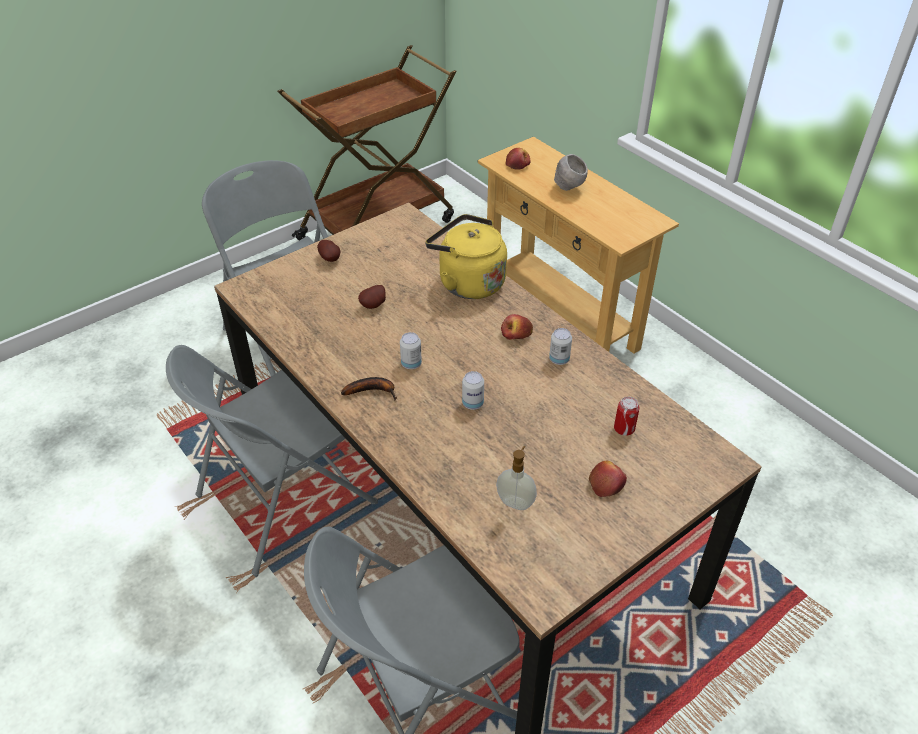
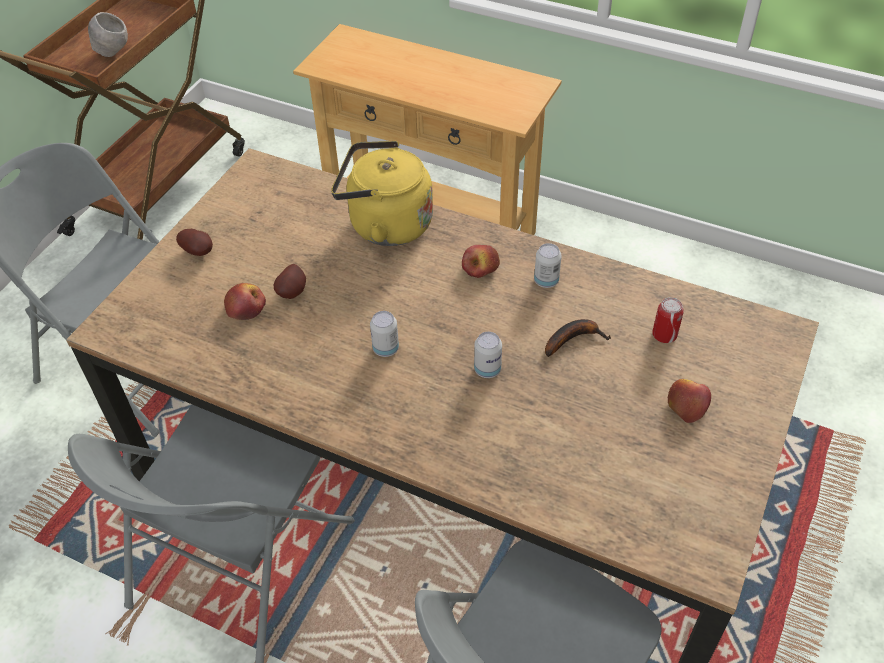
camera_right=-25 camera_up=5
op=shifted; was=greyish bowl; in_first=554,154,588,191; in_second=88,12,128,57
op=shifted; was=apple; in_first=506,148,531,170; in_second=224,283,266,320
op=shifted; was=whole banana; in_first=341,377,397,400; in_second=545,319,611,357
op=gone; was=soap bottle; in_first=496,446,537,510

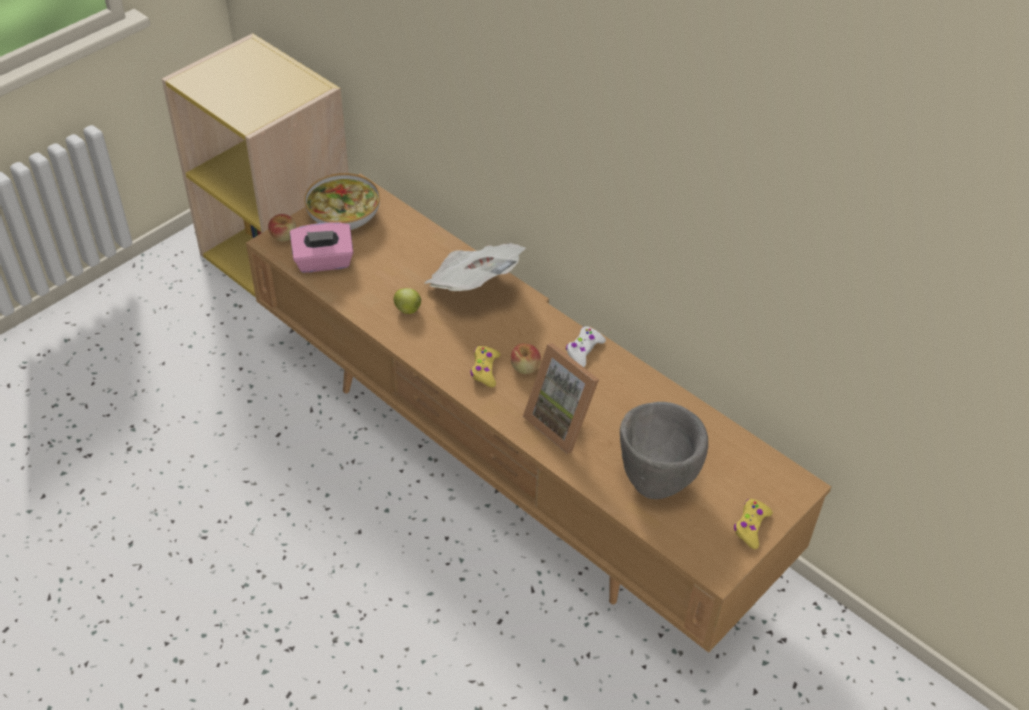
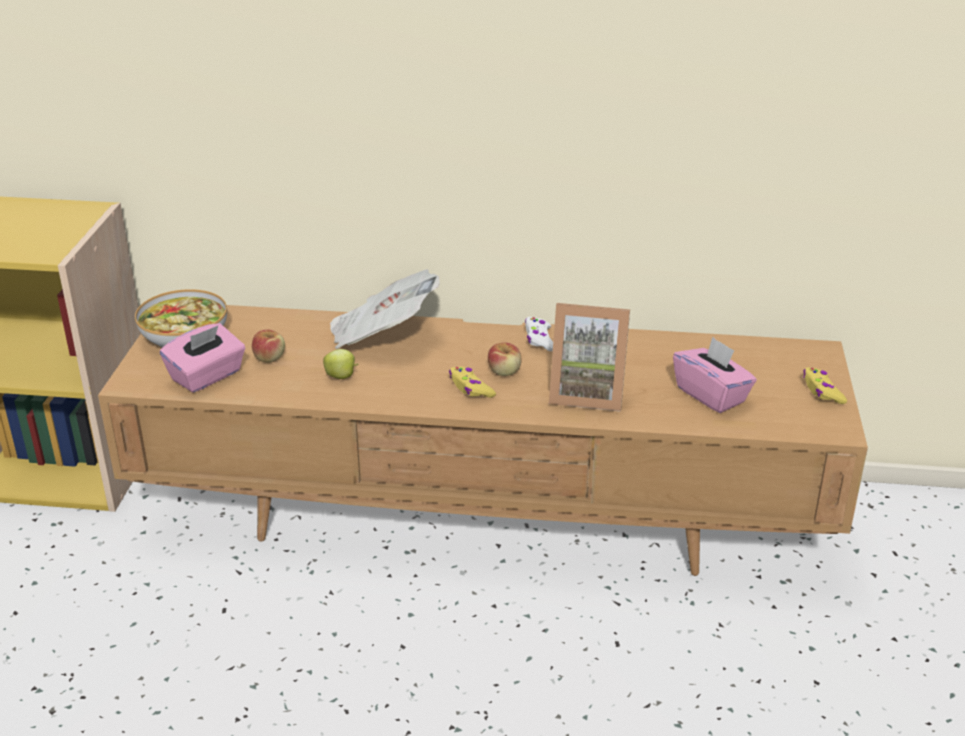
camera_right=-35 camera_up=-15
op=shifted; was=apple; in_first=268,214,296,242; in_second=252,329,285,362
op=swapped; was=greyish bowl; now=pink box of tissues; in_first=620,402,708,499; in_second=673,337,757,413

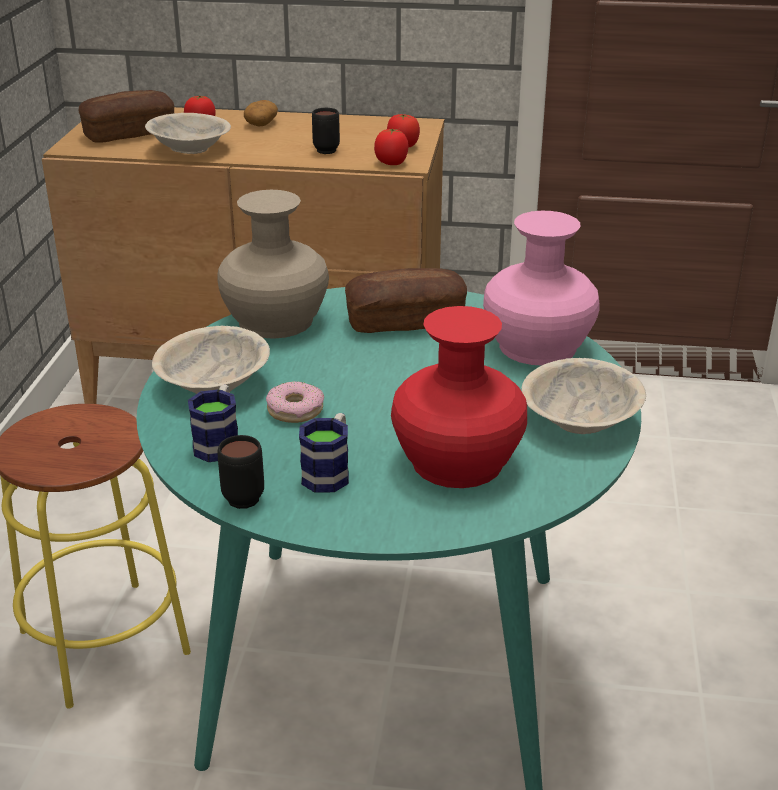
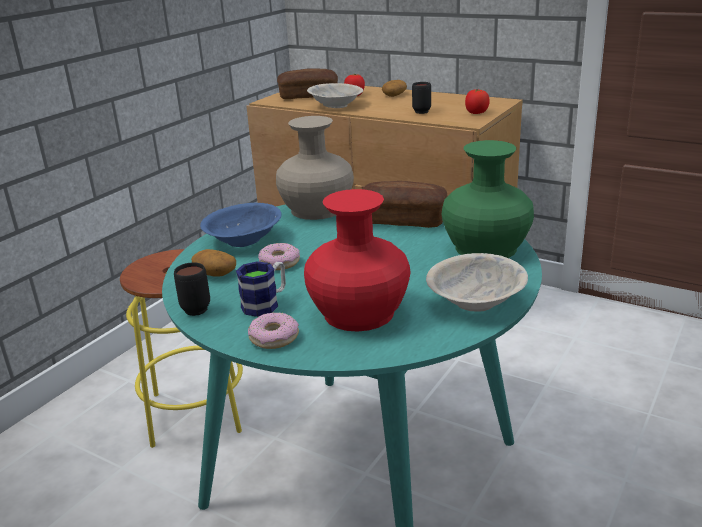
camera_right=25 camera_up=-5
op=swapped; was=coffee mug; now=spud; in_first=188,385,238,462; in_second=191,249,236,277
op=repainted; was=beige bowl; now=bluish bowl; in_first=152,326,270,394; in_second=200,203,282,247
op=new; now=doughnut; in_second=248,312,299,349
op=repainted; was=pink vase; now=greenish vase; in_first=483,211,599,365; in_second=441,140,534,258
op=gone; was=tomato; in_first=374,129,409,165

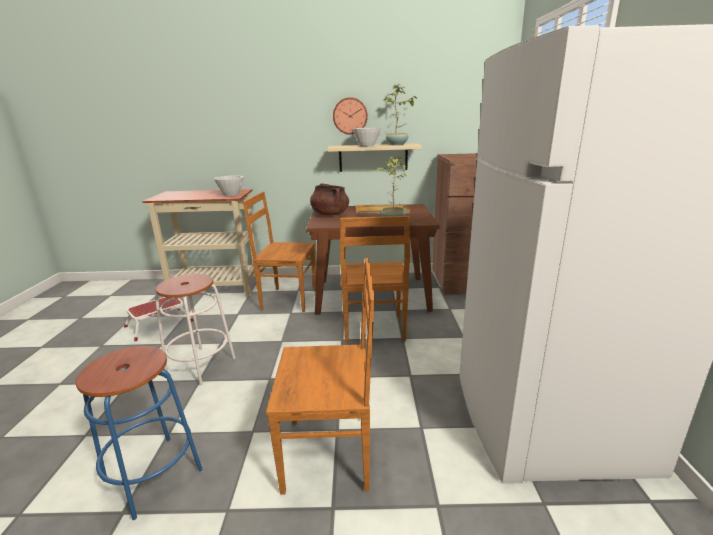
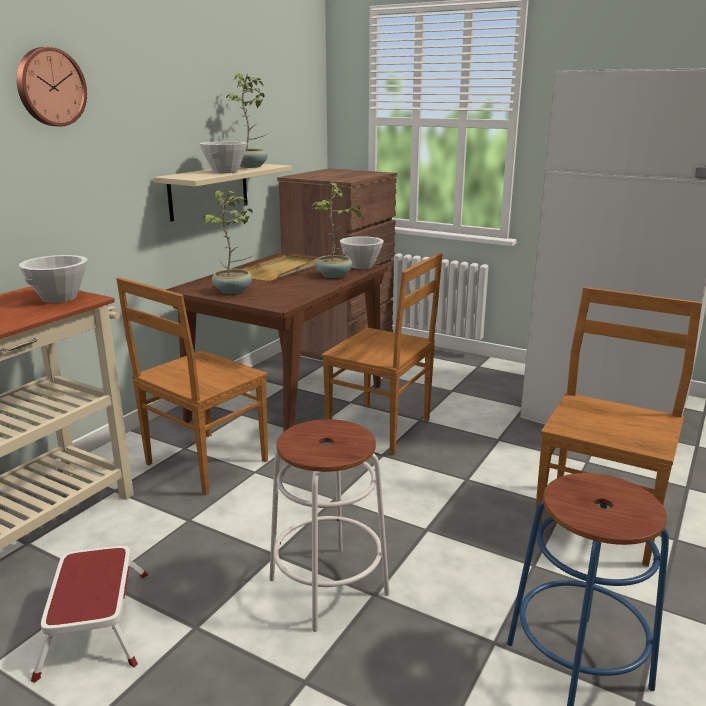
camera_right=-60 camera_up=0
op=shifted; was=wall clock; in_first=333,97,368,135; in_second=16,47,87,126
op=swapped; was=brownish saucepot; now=plant in a pot; in_first=310,183,349,216; in_second=202,191,253,294
op=new; now=white bowl; in_second=340,236,384,269

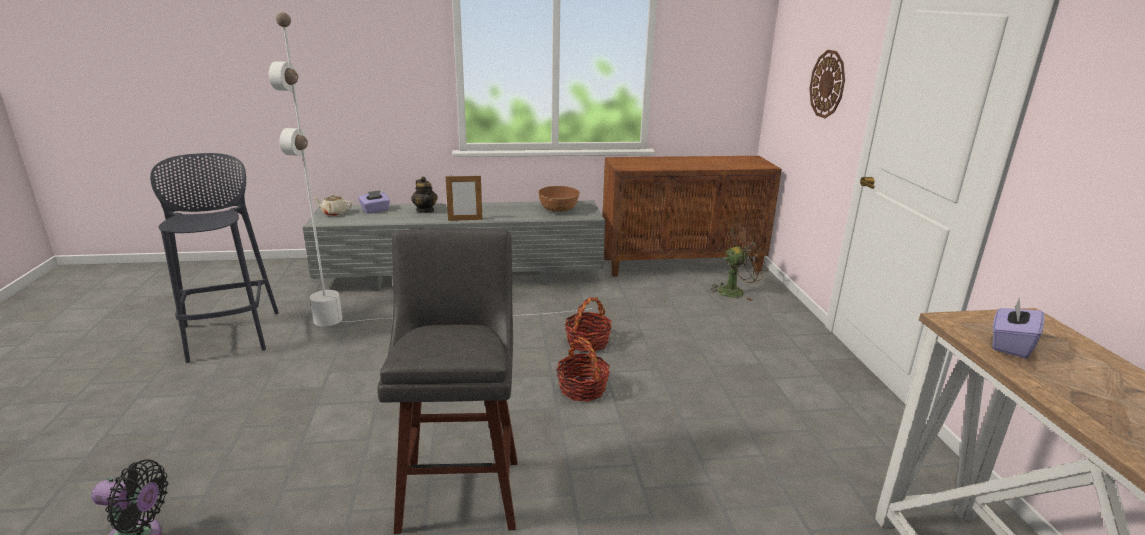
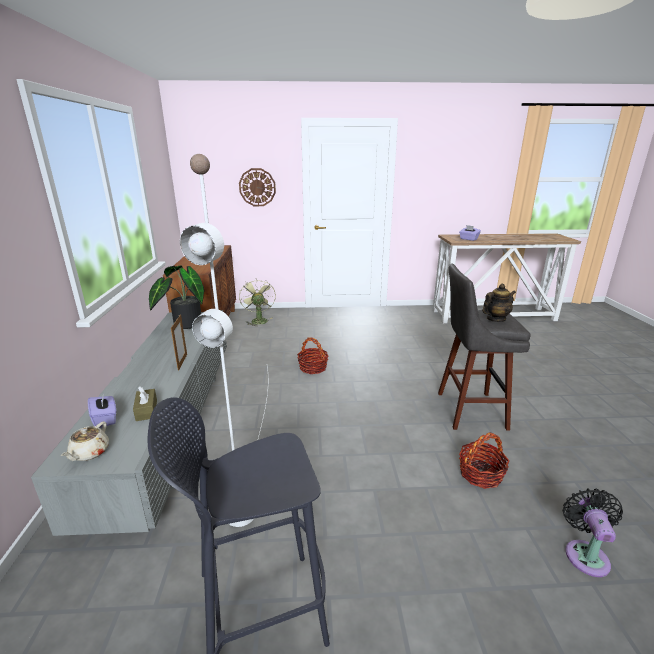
camera_right=-85 camera_up=0
op=new; now=brownish box of tissues; in_second=133,387,157,421
op=swapped; was=brownish bowl; now=plant in a pot; in_first=538,186,580,212; in_second=149,266,204,329
op=repainted; was=brownish cooling fan; now=greenish cooling fan; in_first=710,225,769,301; in_second=239,279,276,327
op=shifted; was=basket; in_first=556,337,610,401; in_second=459,433,509,489
op=shifted; was=teapot; in_first=411,177,438,213; in_second=482,284,516,322

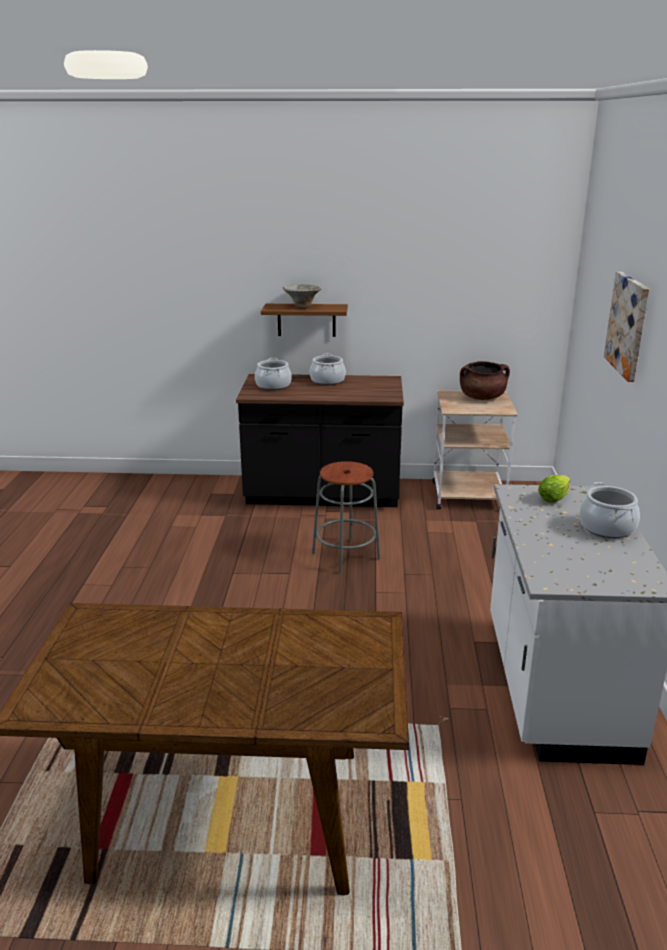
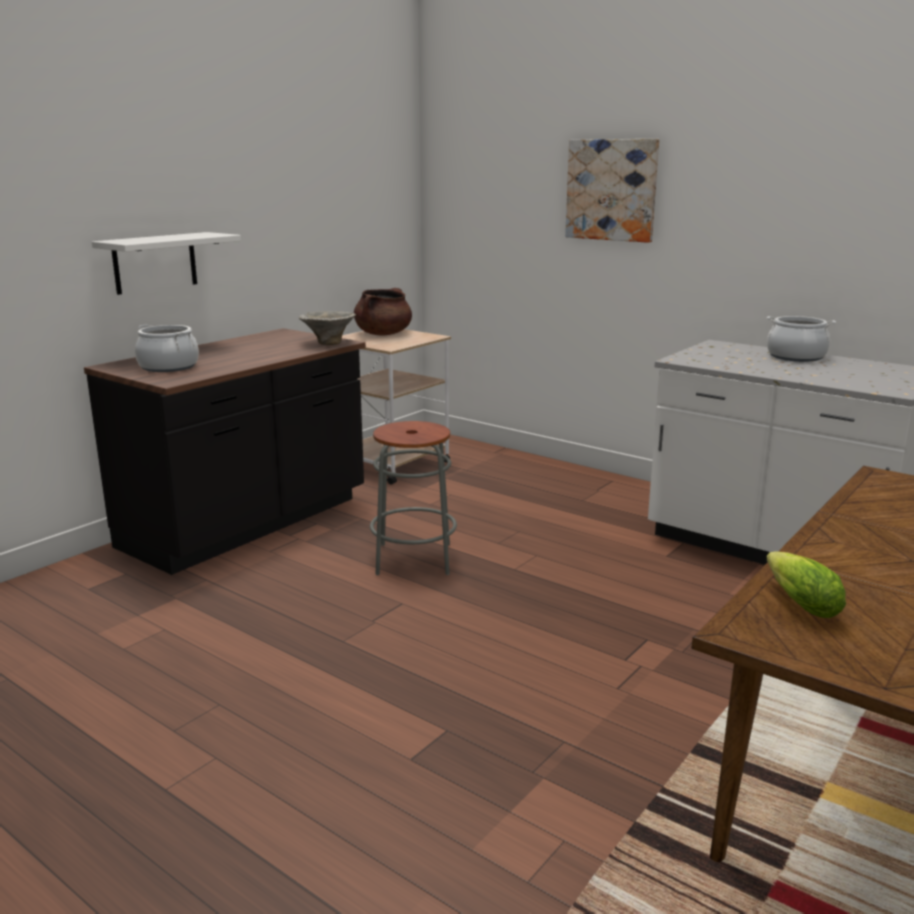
camera_right=-55 camera_up=-5
op=repainted; was=brownish wall shelf; now=white wall shelf; in_first=261,304,348,337; in_second=92,232,241,295
op=shifted; was=bowl; in_first=283,284,321,309; in_second=299,311,356,345
op=shifted; was=lettuce; in_first=538,475,570,503; in_second=767,551,846,618
op=gone; was=saucepot; in_first=310,353,346,385

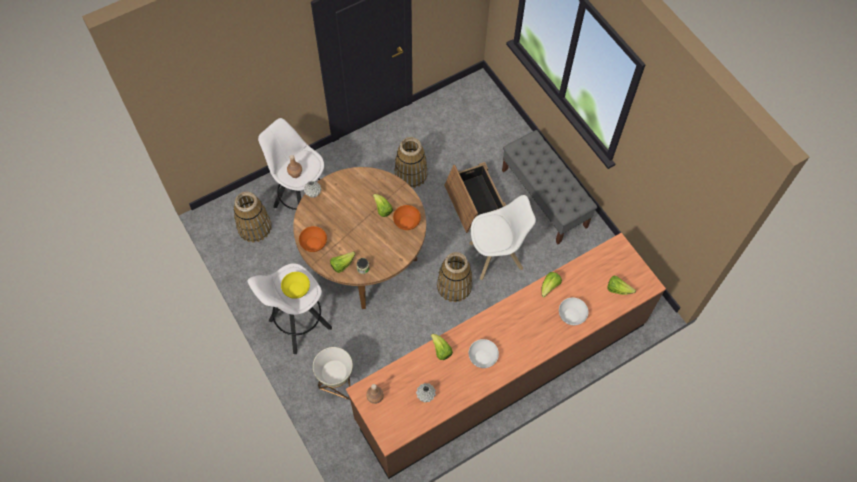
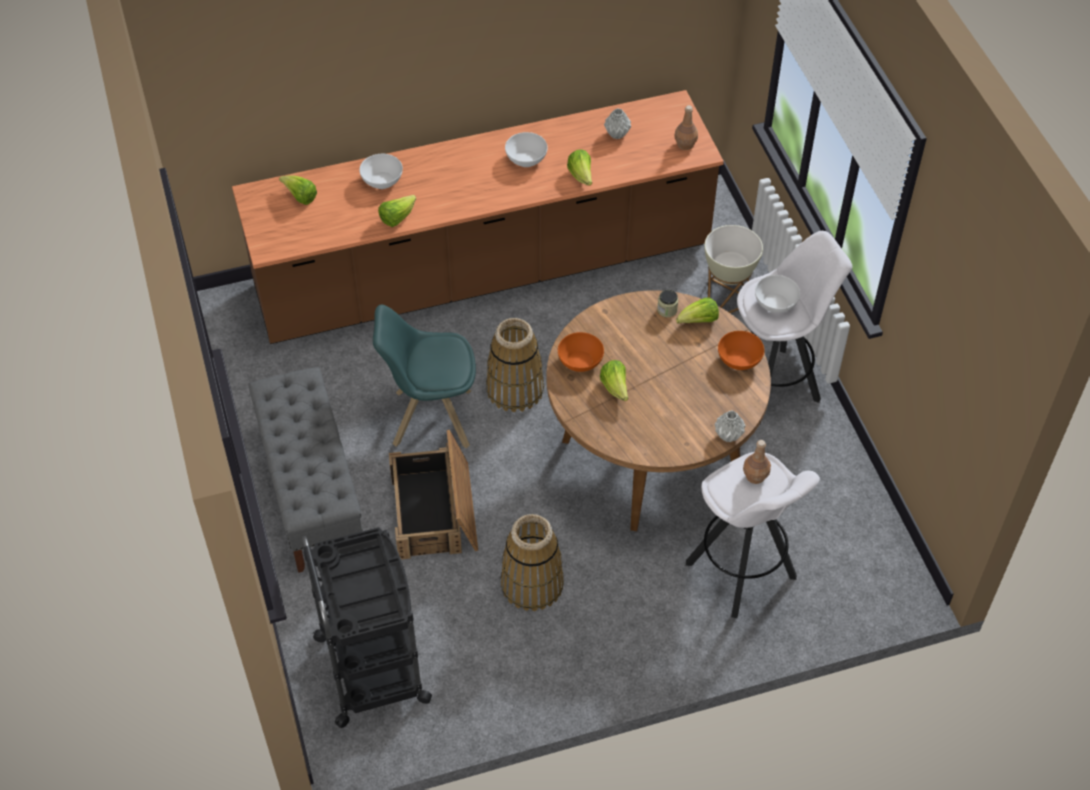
camera_right=-165 camera_up=-10
op=new; now=black cart; in_second=302,527,432,728
op=repainted; was=white upright chair; now=turquoise upright chair; in_first=469,195,536,280; in_second=373,304,476,448
op=repainted; was=yellow-coloured bowl; now=white bowl; in_first=281,272,310,299; in_second=755,275,800,313
op=gone; was=basket; in_first=234,191,271,243

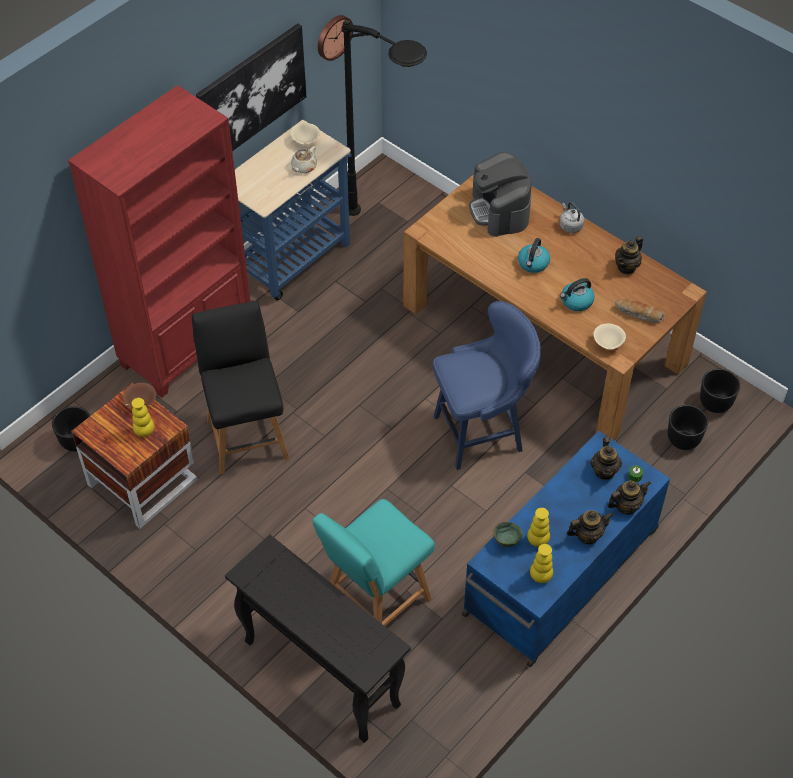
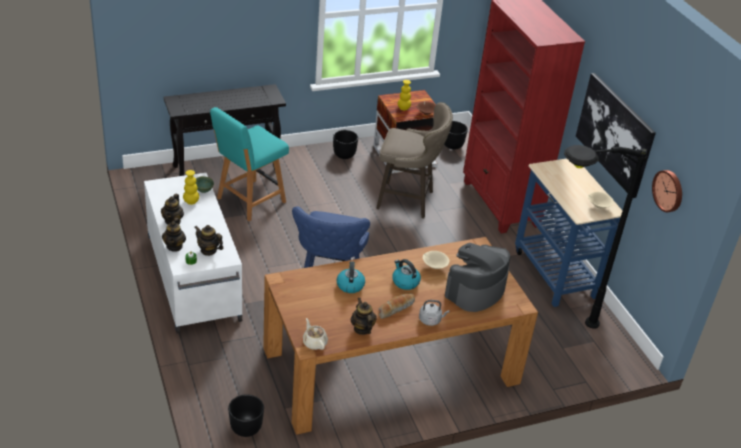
camera_right=115 camera_up=-15
op=repainted; was=bluish storage cabinet; now=white storage cabinet; in_first=462,431,670,667; in_second=144,173,242,333
op=rotated; was=turquoise upright chair; in_first=312,499,435,626; in_second=210,107,289,221; clockwise=-120
op=shifted; was=beige teapot; in_first=290,146,317,173; in_second=302,318,328,350
op=shifted; was=black plant pot; in_first=668,405,708,450; in_second=333,130,358,159
op=swapped; was=black upright chair; now=beige stool seat; in_first=192,301,289,474; in_second=376,102,453,218
op=shifted; was=bread; in_first=615,298,665,323; in_second=379,293,415,319
op=shifted; was=beige bowl; in_first=593,323,626,350; in_second=423,251,450,269
op=rotated; was=coffee machine; in_first=469,152,532,237; in_second=445,243,510,312; clockwise=-60
op=gone; was=yellow-coloured vase; in_first=530,544,553,583

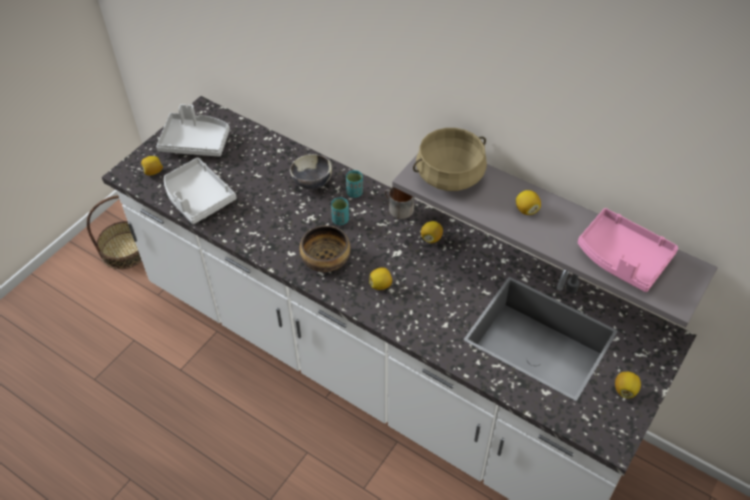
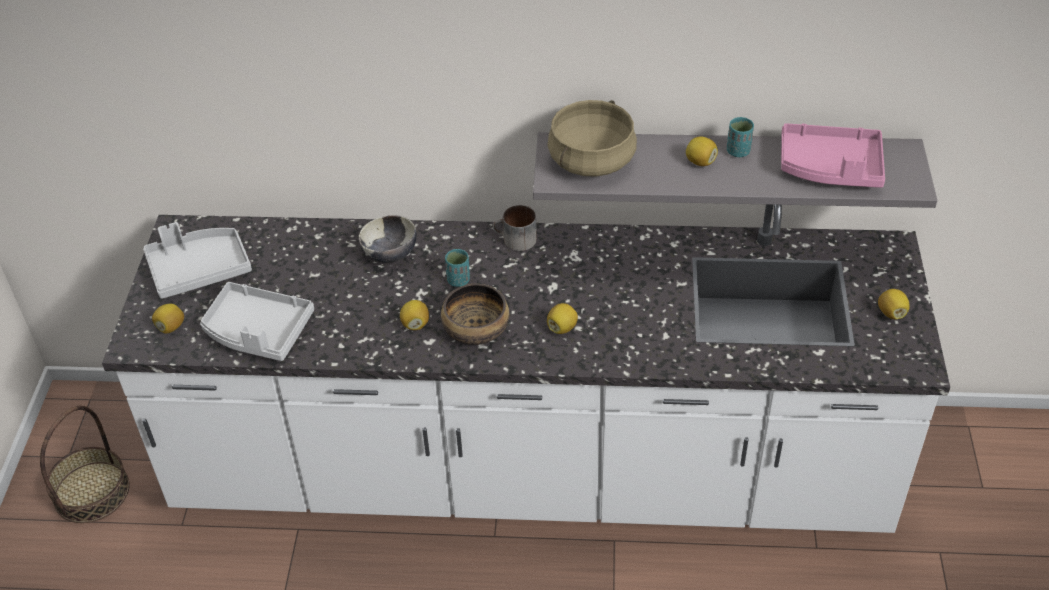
camera_right=-30 camera_up=-5
op=shifted; was=citrus fruit; in_first=421,221,443,243; in_second=400,300,429,330
op=shifted; was=turquoise cup; in_first=346,170,363,198; in_second=727,117,754,157

